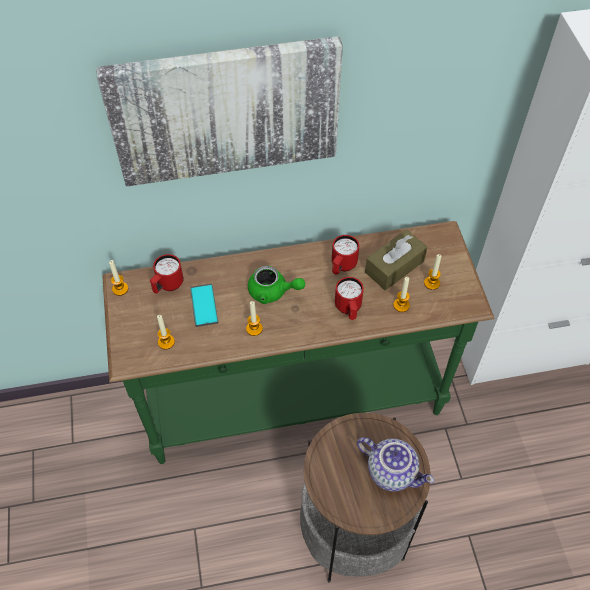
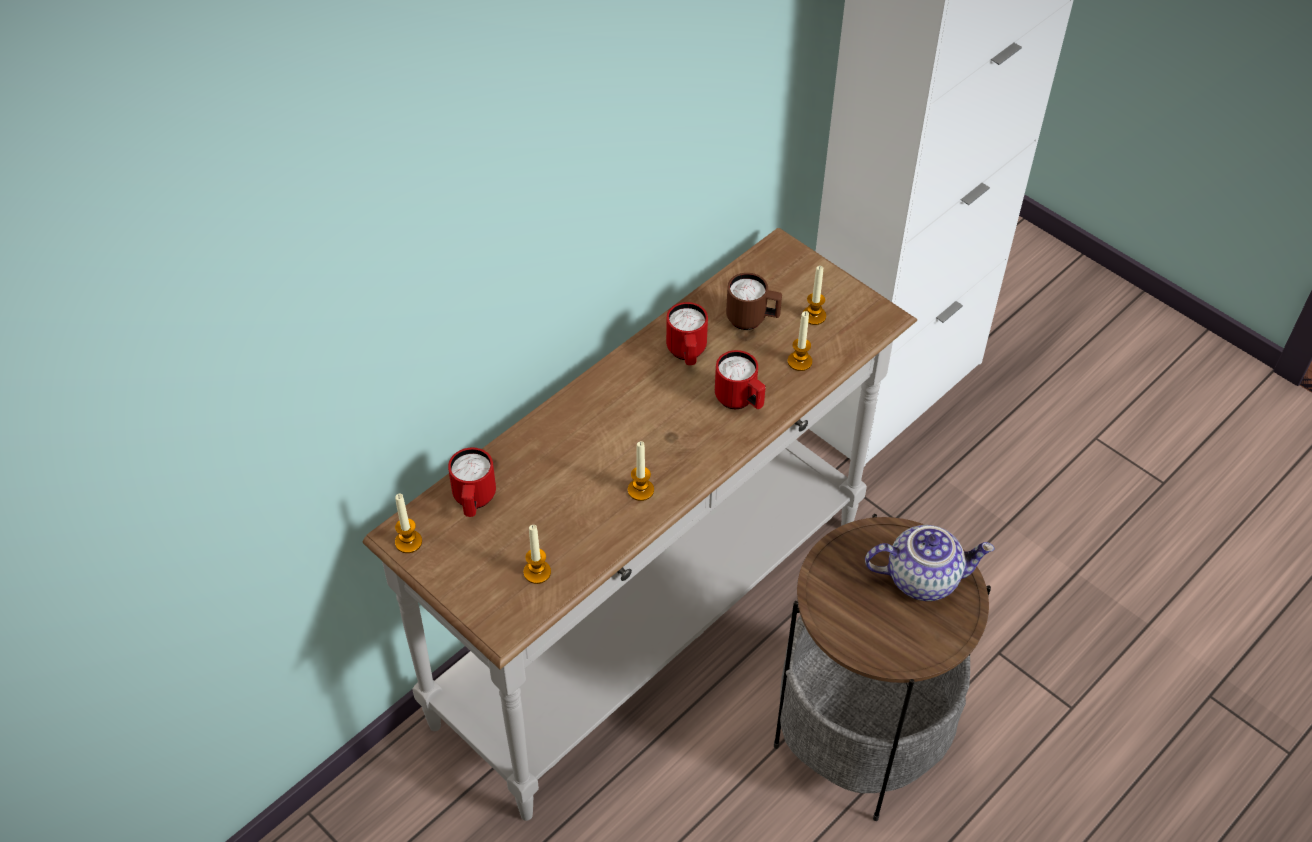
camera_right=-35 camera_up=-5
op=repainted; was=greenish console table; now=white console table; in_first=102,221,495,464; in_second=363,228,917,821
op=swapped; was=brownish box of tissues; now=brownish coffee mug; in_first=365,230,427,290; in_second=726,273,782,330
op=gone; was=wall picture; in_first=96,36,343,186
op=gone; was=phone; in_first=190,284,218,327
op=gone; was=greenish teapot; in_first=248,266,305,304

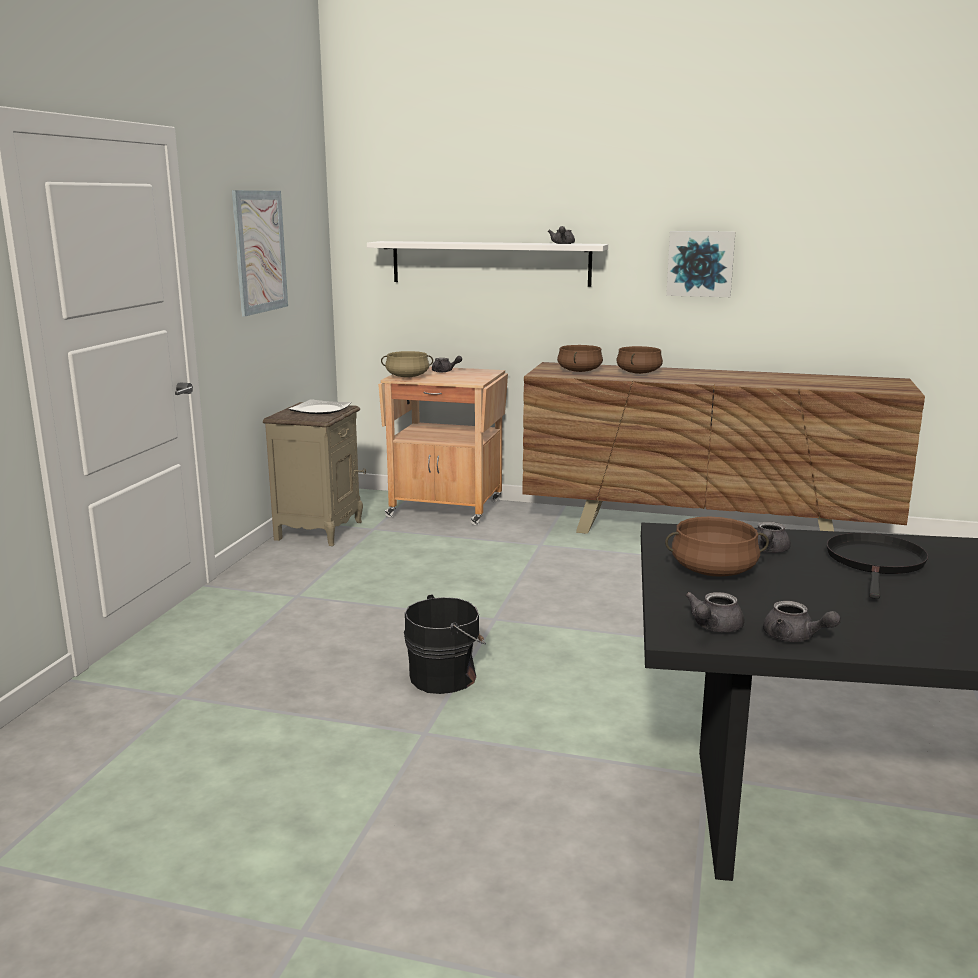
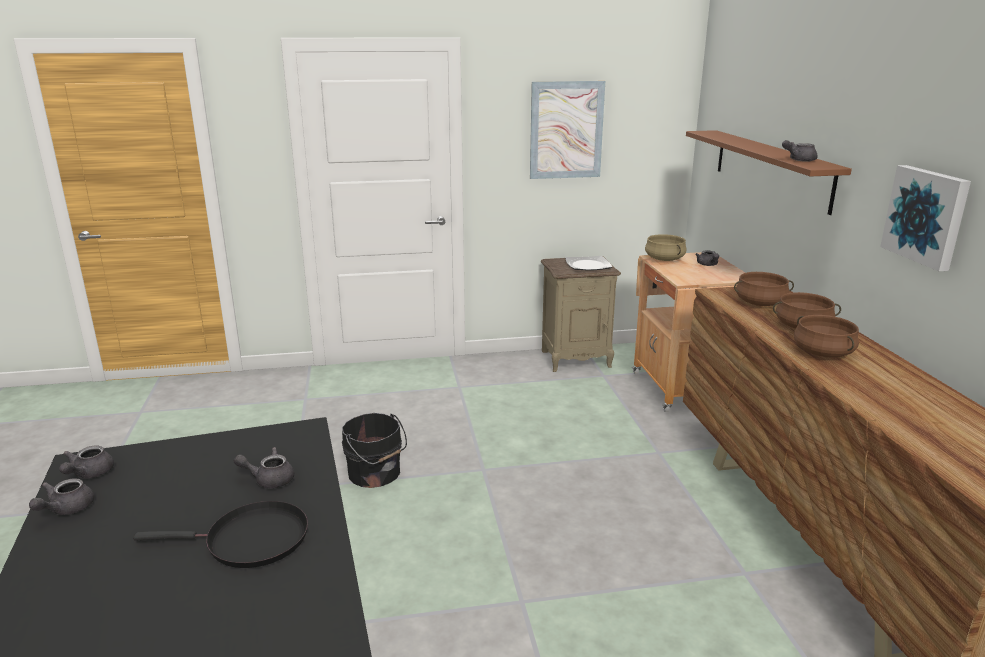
camera_right=65 camera_up=5
op=rotated; was=greyish teapot; in_first=685,592,745,633; in_second=59,446,114,478; clockwise=-90
op=repainted; was=white wall shelf; now=brownish wall shelf; in_first=367,241,608,287; in_second=686,130,852,215
op=shifted; was=brownish saucepot; in_first=665,517,769,577; in_second=794,315,859,357

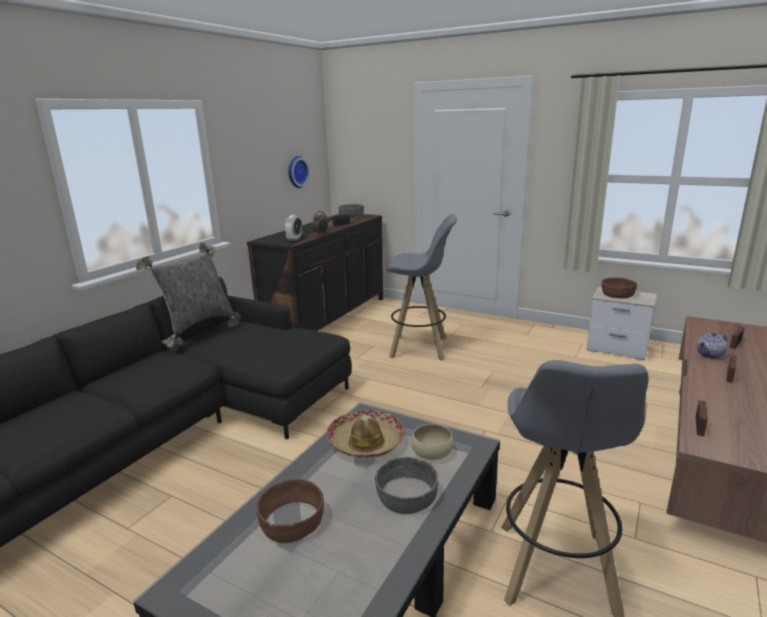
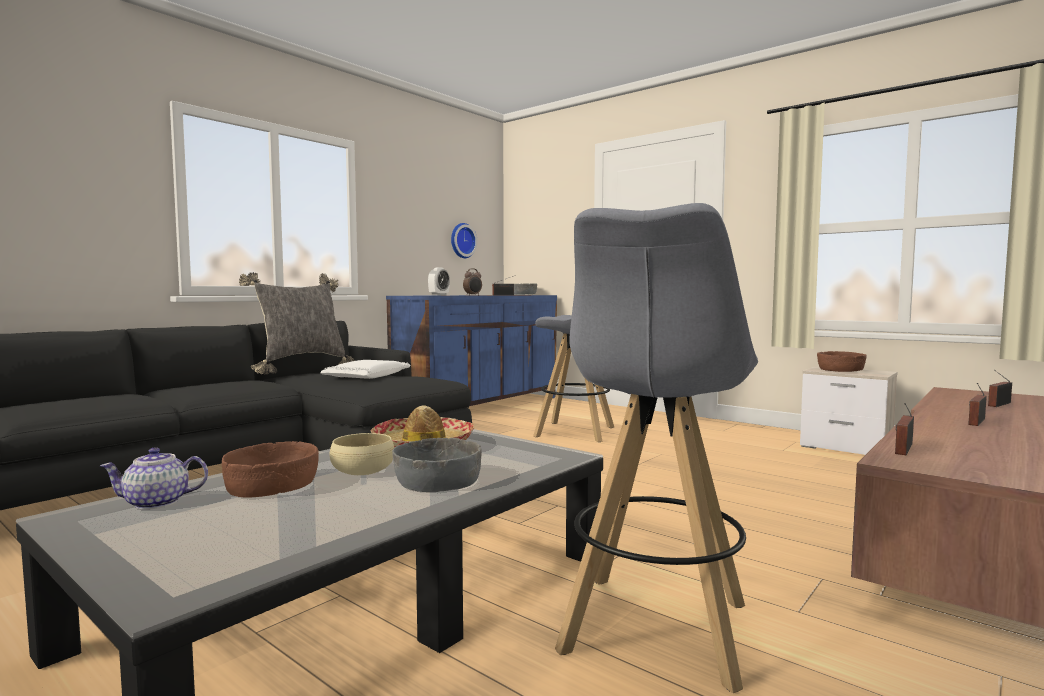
camera_right=10 camera_up=-15
op=shifted; was=teapot; in_first=697,332,727,359; in_second=100,447,208,510
op=new; now=white pillow; in_second=320,360,411,379
op=shifted; was=beige bowl; in_first=411,424,454,460; in_second=330,433,395,475
op=repainted; was=black storage cabinet; now=bluish storage cabinet; in_first=247,214,383,331; in_second=386,295,557,406

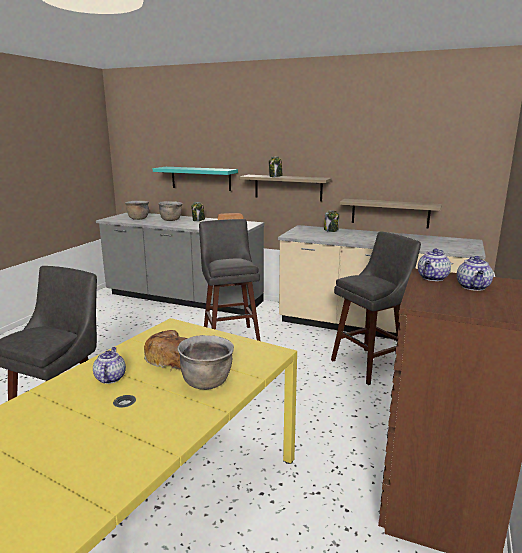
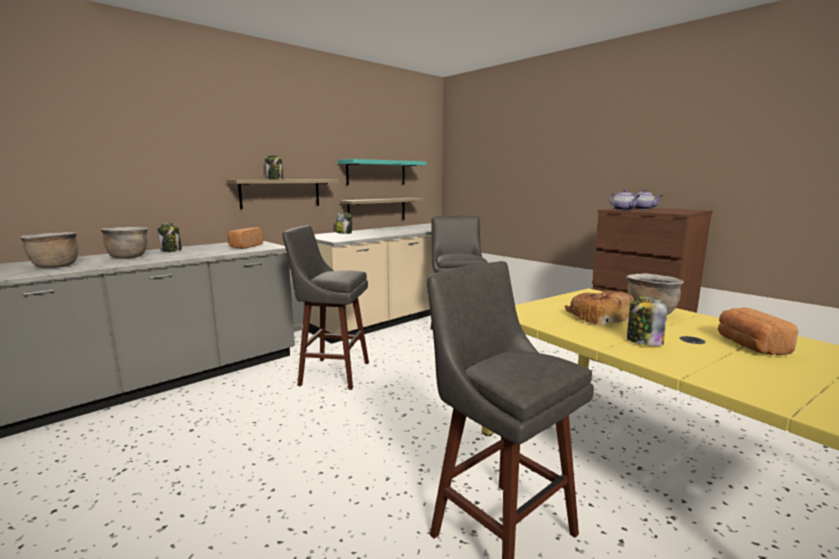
camera_right=-65 camera_up=-5
op=shifted; was=turquoise wall shelf; in_first=153,167,238,191; in_second=338,159,426,185
op=swapped; was=teapot; now=storage jar; in_first=93,347,126,384; in_second=627,296,667,346
op=new; now=bread; in_second=718,307,798,355

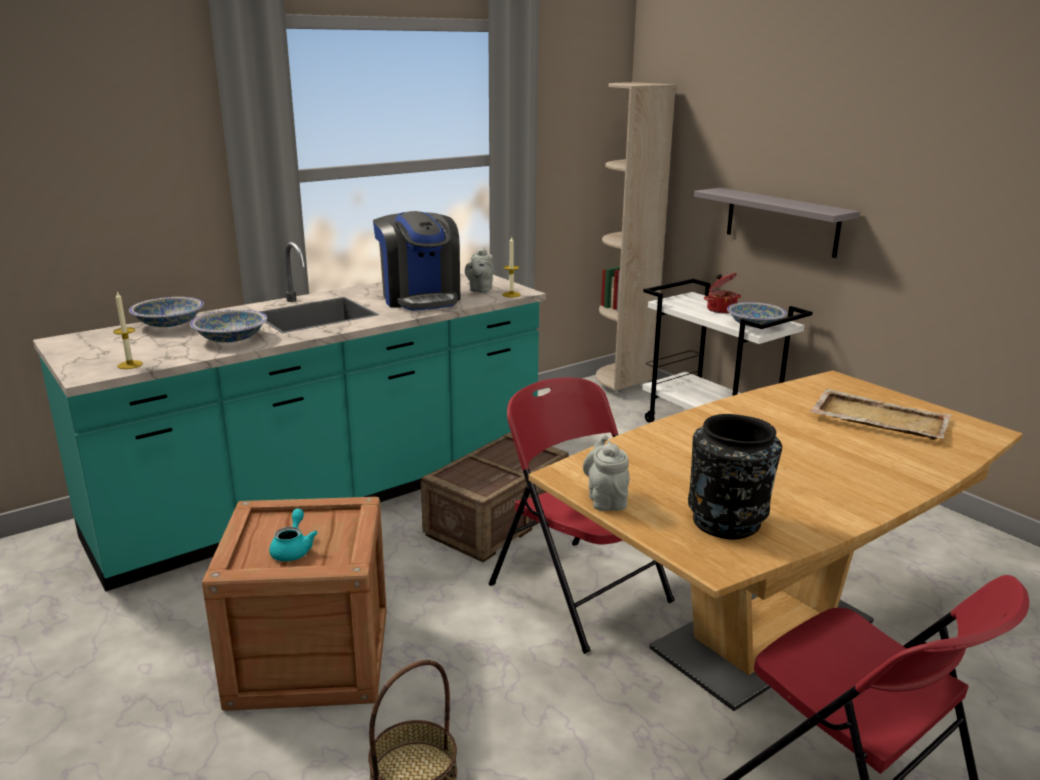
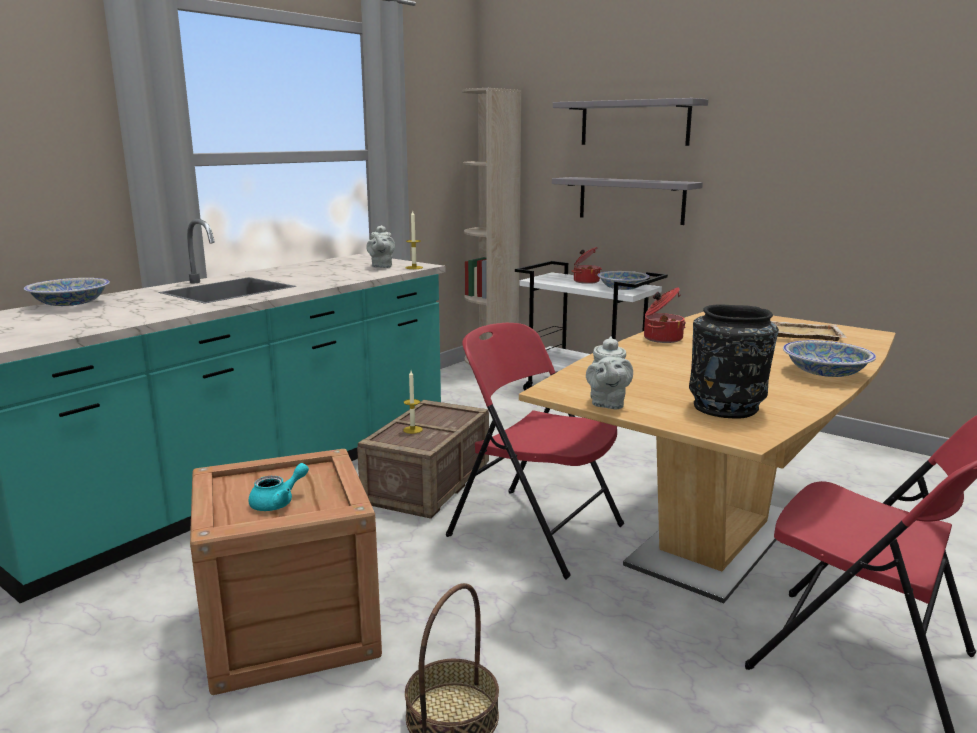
camera_right=-15 camera_up=-5
op=rotated; was=turquoise teapot; in_first=269,509,318,561; in_second=248,463,309,511; clockwise=60
op=shifted; was=wax light; in_first=113,291,143,369; in_second=403,371,423,434
op=new; now=greyish wall shelf; in_second=553,98,708,146
op=rotated; was=greyish teapot; in_first=583,435,630,511; in_second=586,336,633,409; clockwise=-150
op=new; now=saucepot; in_second=644,287,686,343
op=shifted; was=bowl; in_first=190,310,267,343; in_second=783,340,876,377
op=gone; was=coffee machine; in_first=373,211,460,311

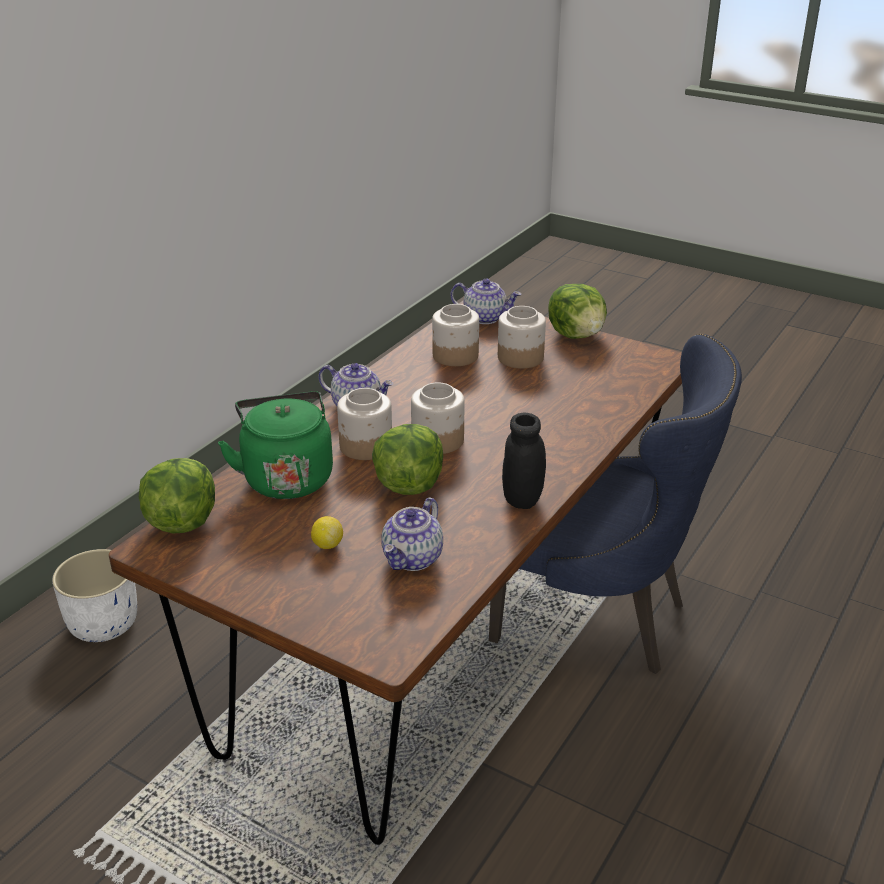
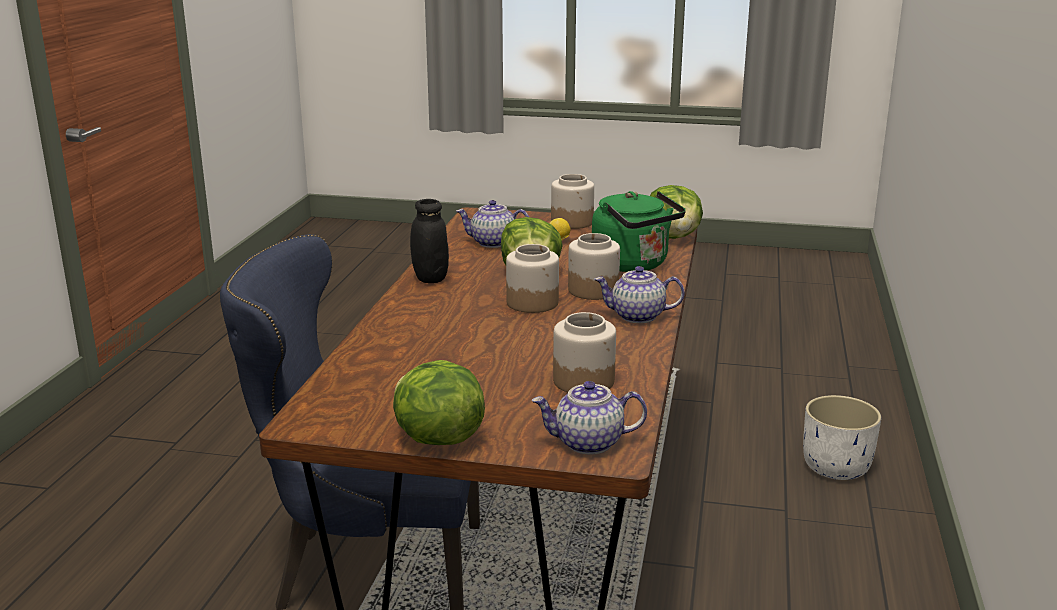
camera_right=160 camera_up=-10
op=rotated; was=teapot; in_first=381,497,443,571; in_second=456,200,529,248; clockwise=-90
op=shifted; was=storage jar; in_first=498,306,546,368; in_second=551,174,594,229

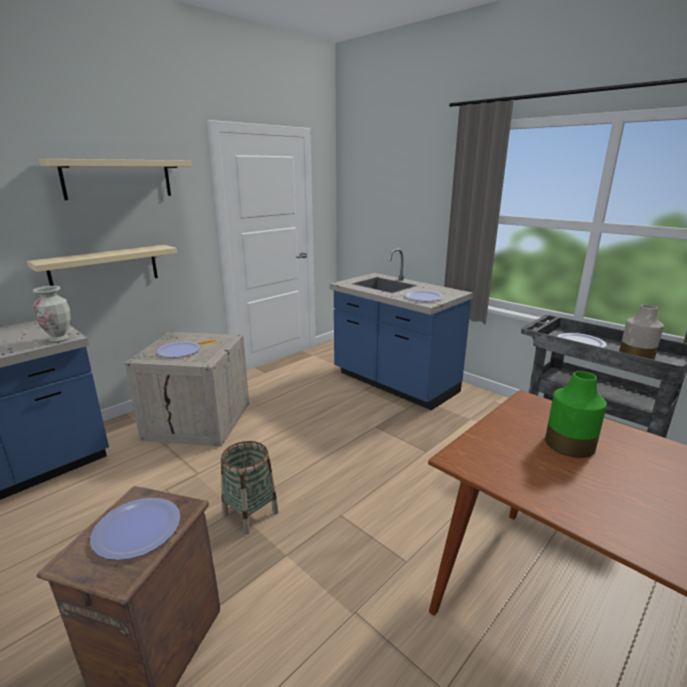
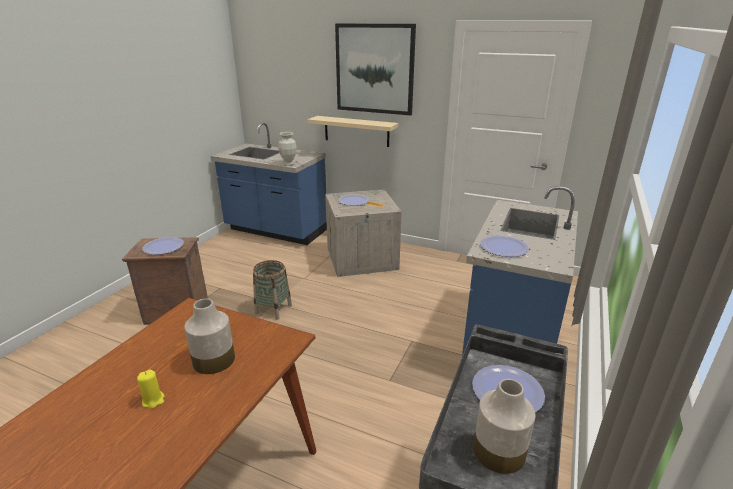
camera_right=70 camera_up=5
op=new; now=yellow-coloured wax light; in_second=137,369,164,408
op=repainted; was=greenish vase; now=beige vase; in_first=545,371,607,458; in_second=184,299,235,374
op=swapped; was=beige wall shelf; now=wall picture; in_first=39,159,192,200; in_second=335,24,416,115

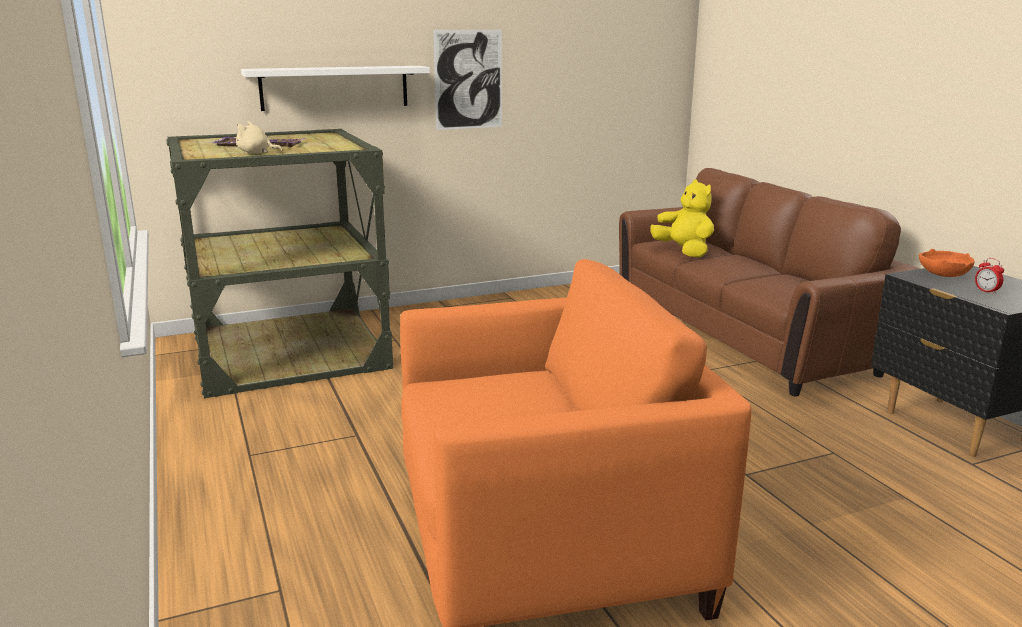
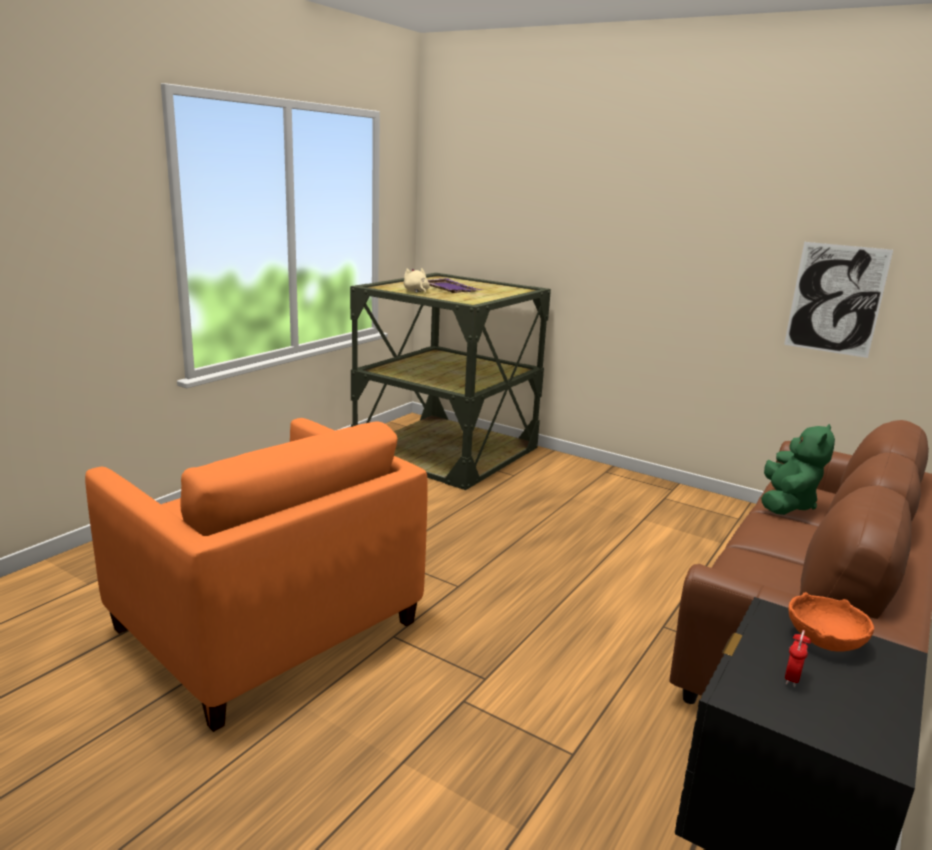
camera_right=55 camera_up=0
op=repainted; was=yellow-coloured soft toy; now=greenish soft toy; in_first=650,180,714,257; in_second=761,424,835,515
op=shifted; was=wall picture; in_first=433,30,502,130; in_second=784,242,893,358
op=gone; was=white wall shelf; in_first=241,66,430,111

